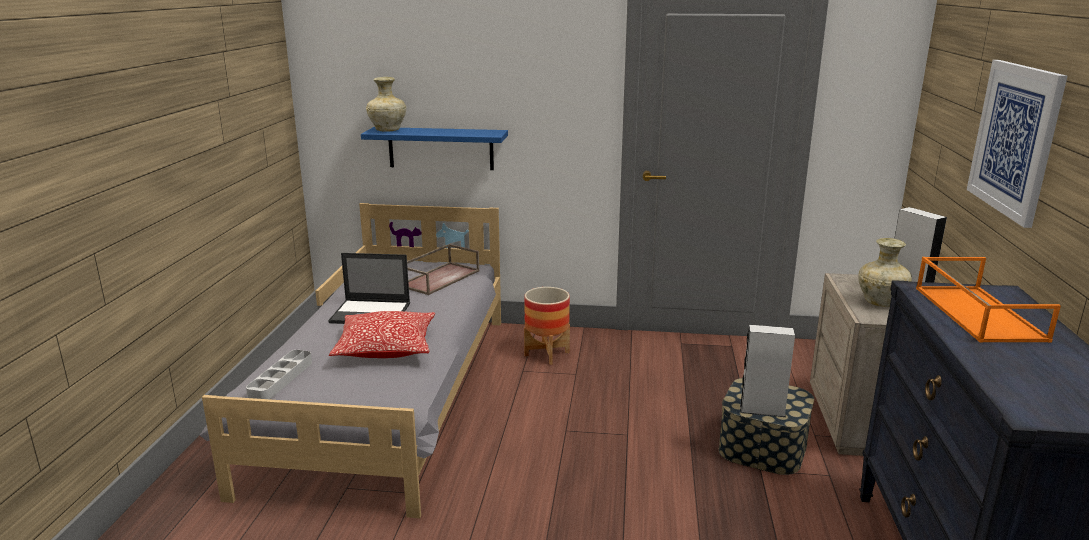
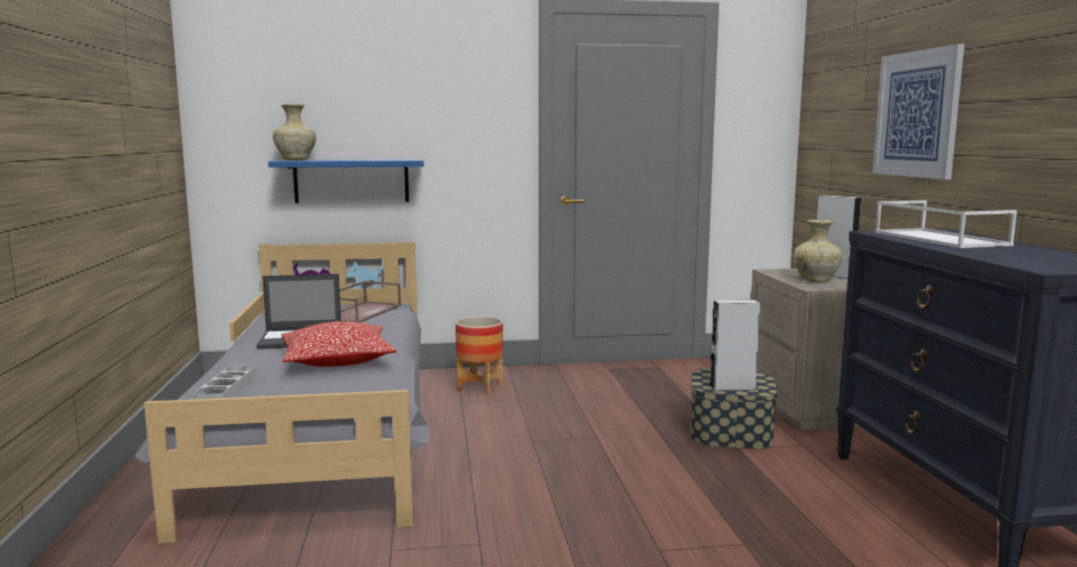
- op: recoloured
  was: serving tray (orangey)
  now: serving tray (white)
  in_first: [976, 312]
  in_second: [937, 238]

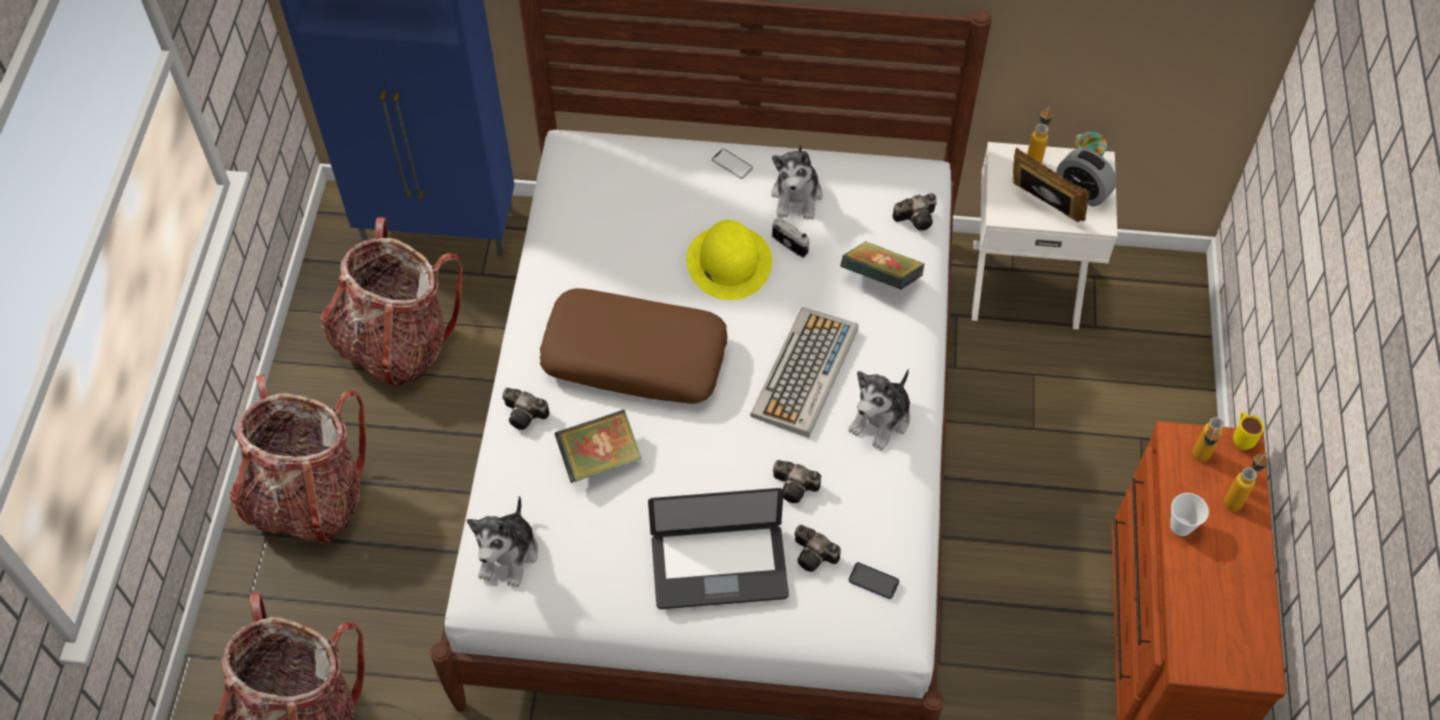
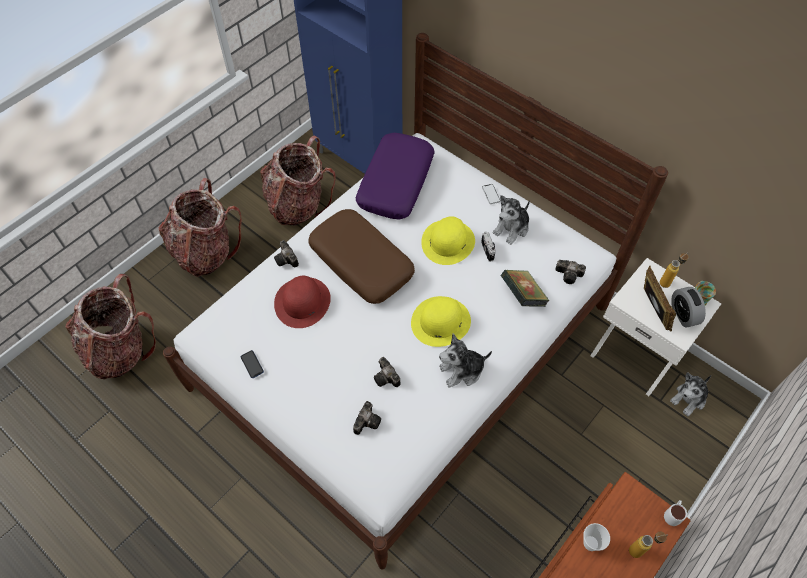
- op: moved
  was: handset
  in_first: [873, 581]
  in_second: [252, 364]
- op: replaced
  was: book
  now: hat (red-coloured)
  in_first: [600, 458]
  in_second: [302, 302]
- op: turned
  was: photo camera
  in_first: [815, 556]
  in_second: [367, 421]
  clockwise: -135
- op: added
  now: pillow (purplish)
  in_second: [395, 182]
- op: replaced
  was: PC keyboard
  now: hat (yellow)
  in_first: [805, 374]
  in_second: [440, 322]
- op: recoloured
  was: coffee mug (yellow)
  now: coffee mug (white)
  in_first: [1241, 438]
  in_second: [671, 515]
- op: moved
  was: cuddly toy
  in_first: [509, 554]
  in_second: [689, 398]
- op: removed
  was: portable computer
  in_first: [719, 568]
- op: removed
  was: bottle
  in_first: [1198, 460]

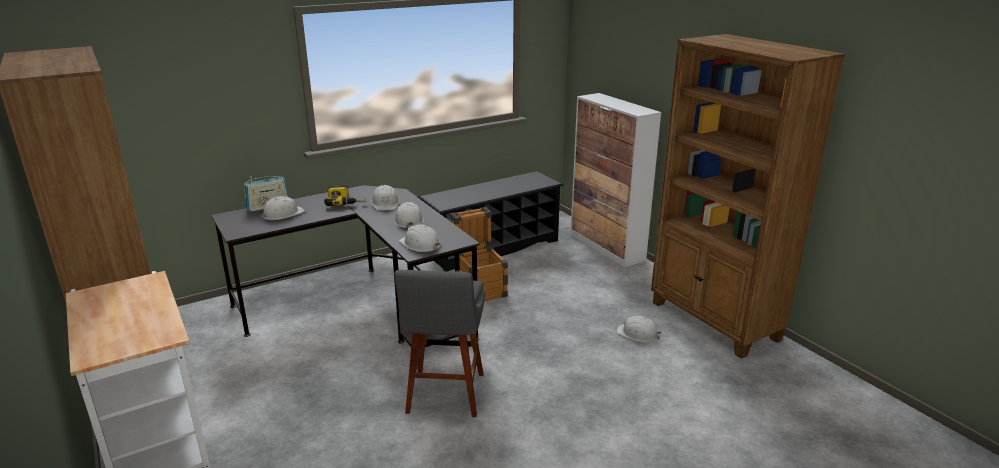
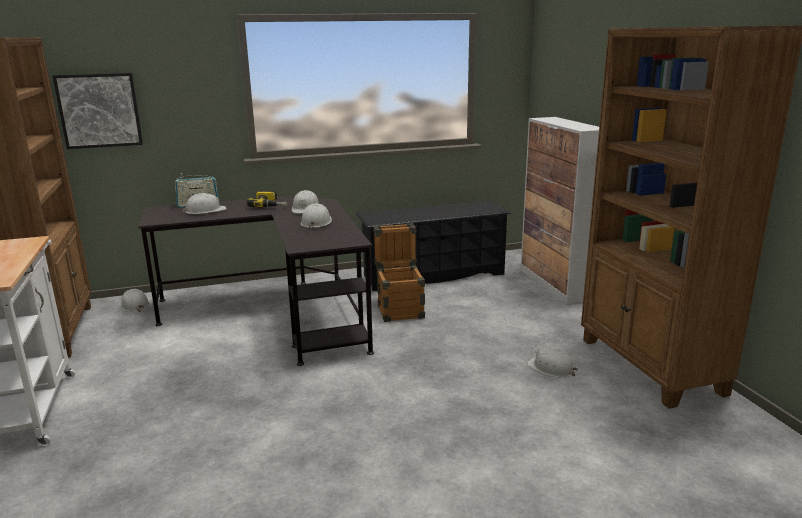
- op: added
  now: wall art
  in_second: [99, 110]
- op: moved
  was: work helmet (white)
  in_first: [420, 244]
  in_second: [134, 305]
- op: removed
  was: stool seat (greyish)
  in_first: [445, 396]

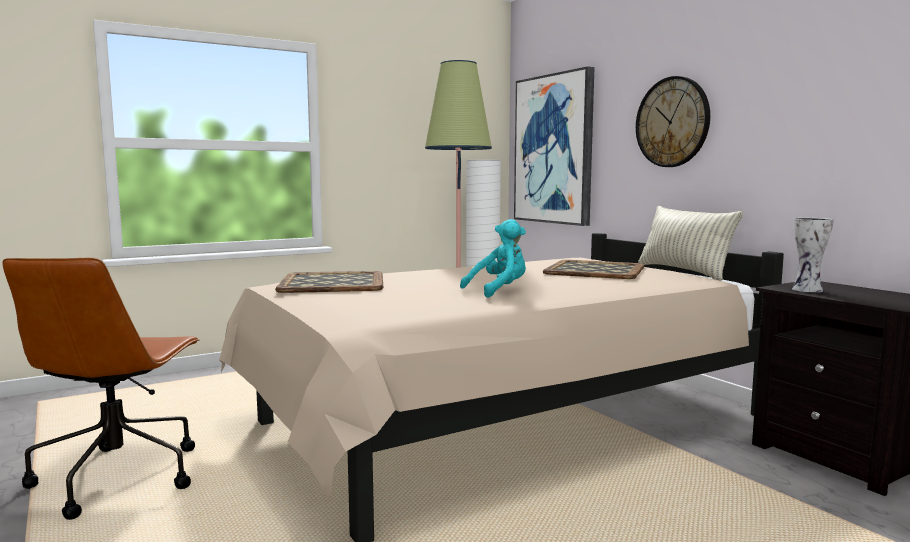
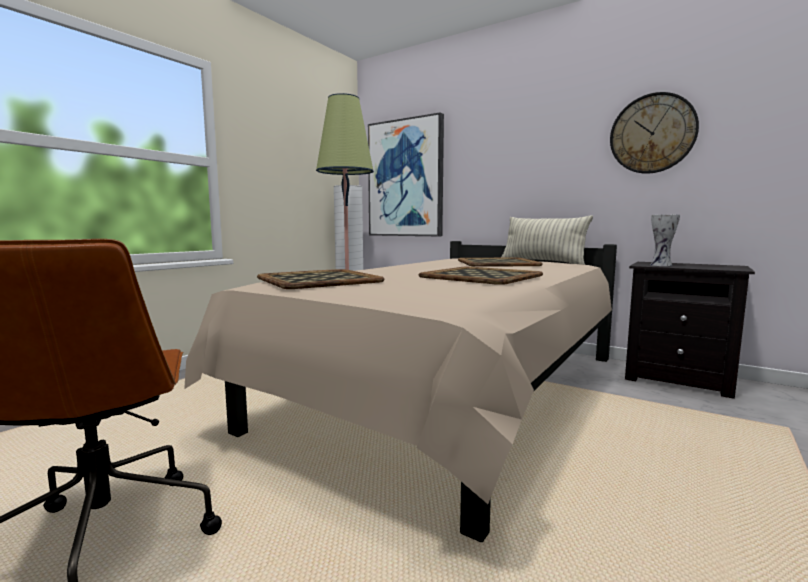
- op: replaced
  was: cuddly toy (blue-green)
  now: serving tray
  in_first: [499, 290]
  in_second: [482, 276]
- op: moved
  was: wall clock
  in_first: [672, 122]
  in_second: [652, 134]

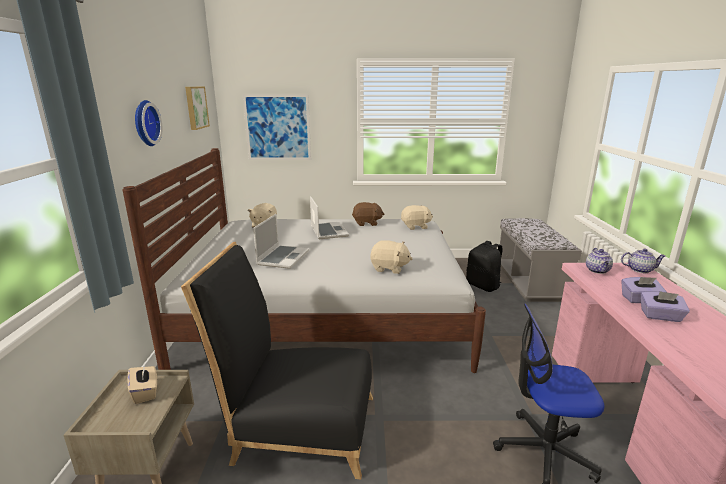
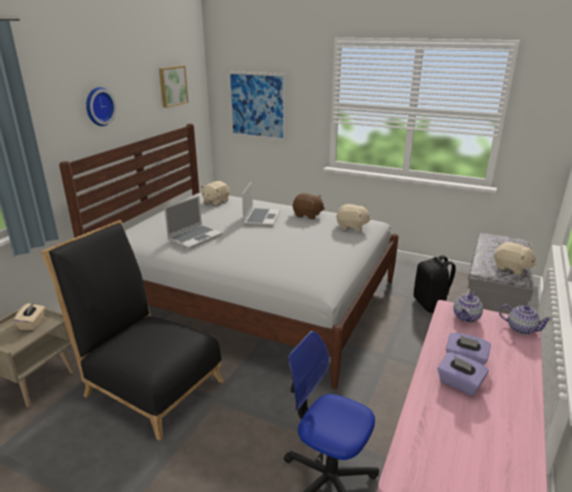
- op: moved
  was: cuddly toy (beige)
  in_first: [389, 268]
  in_second: [511, 268]

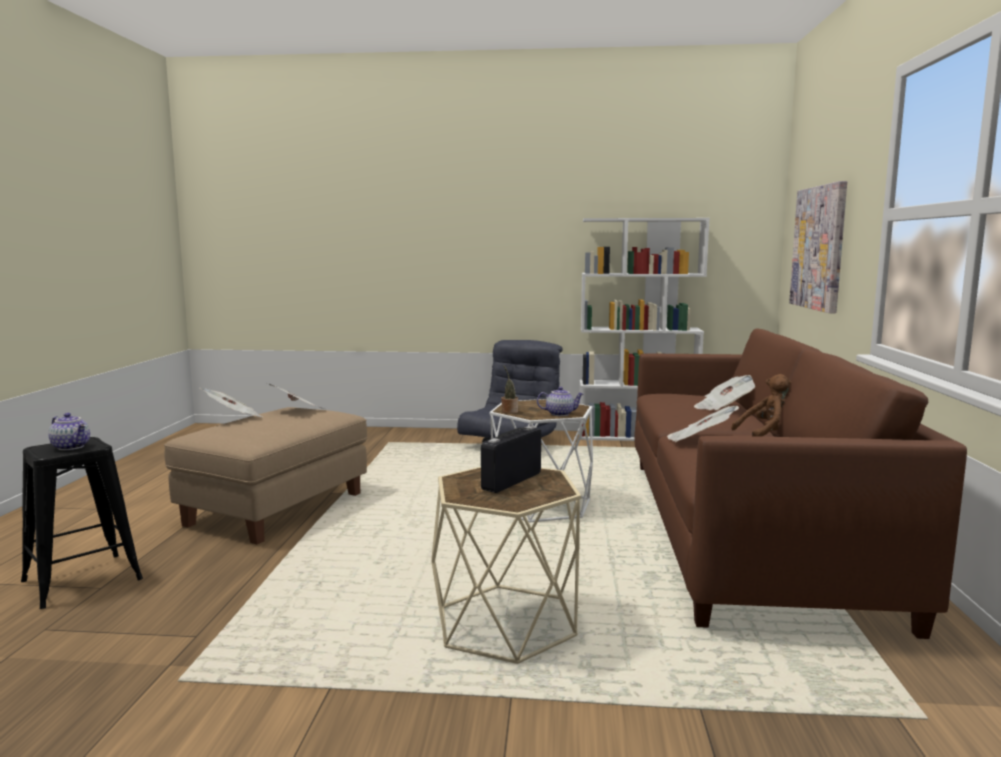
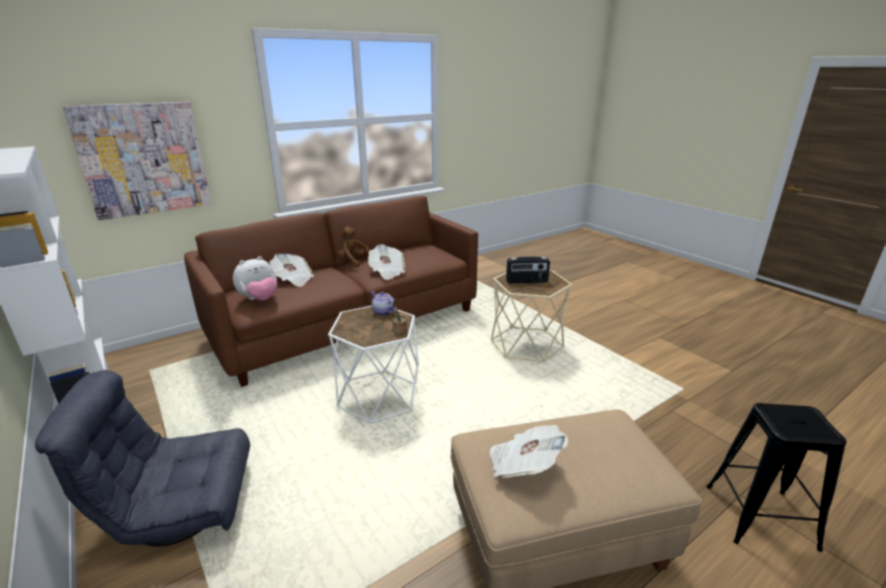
- op: added
  now: cuddly toy
  in_second: [259, 299]
- op: removed
  was: teapot
  in_first: [72, 447]
- op: removed
  was: printed paper
  in_first: [233, 418]

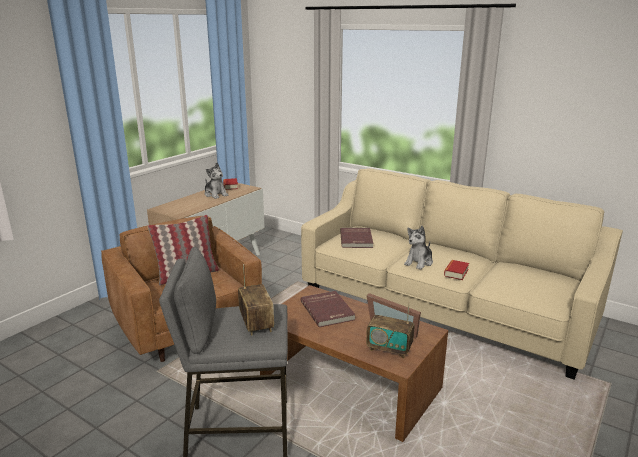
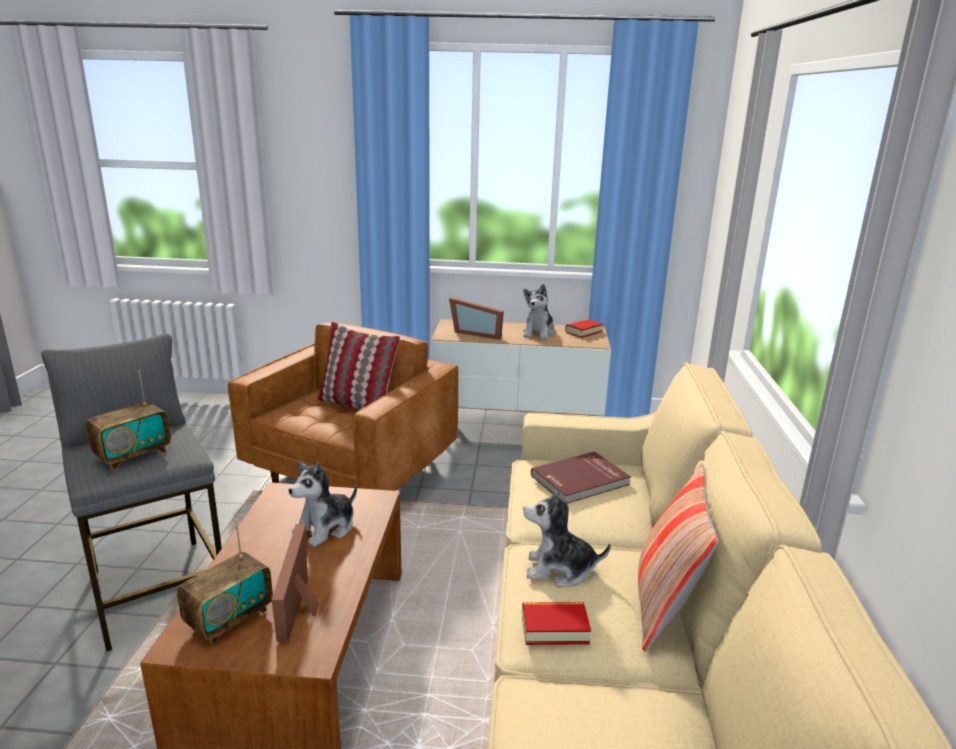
- op: turned
  was: radio receiver
  in_first: [389, 349]
  in_second: [229, 619]
  clockwise: -135
- op: replaced
  was: book (red-coloured)
  now: cuddly toy
  in_first: [328, 310]
  in_second: [326, 528]
- op: added
  now: photo frame
  in_second: [477, 333]
- op: added
  now: pillow
  in_second: [664, 605]

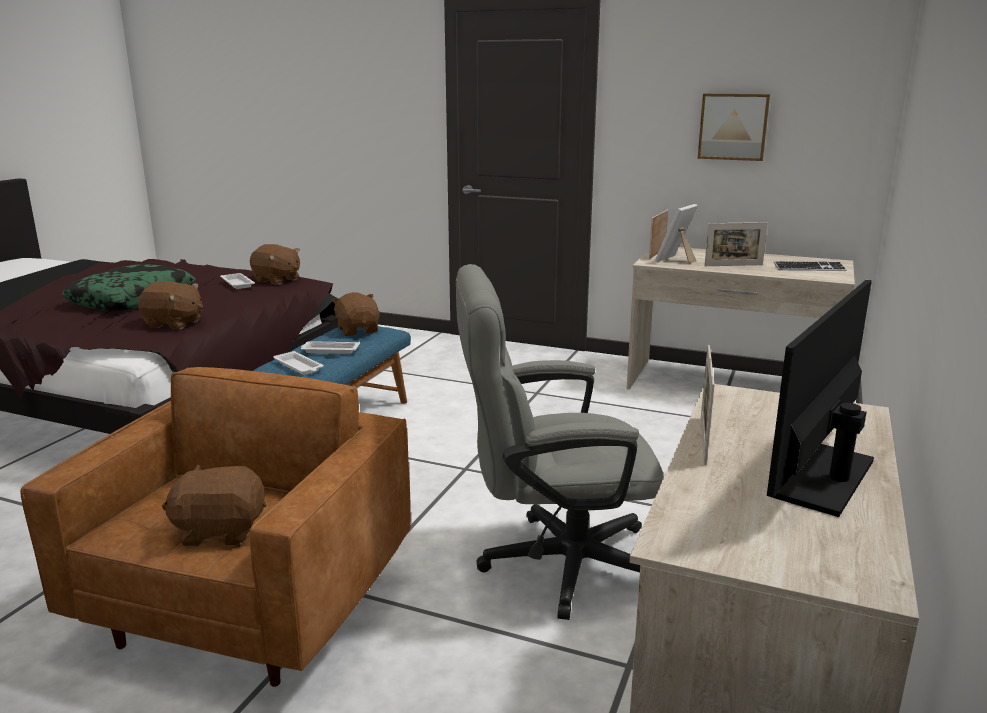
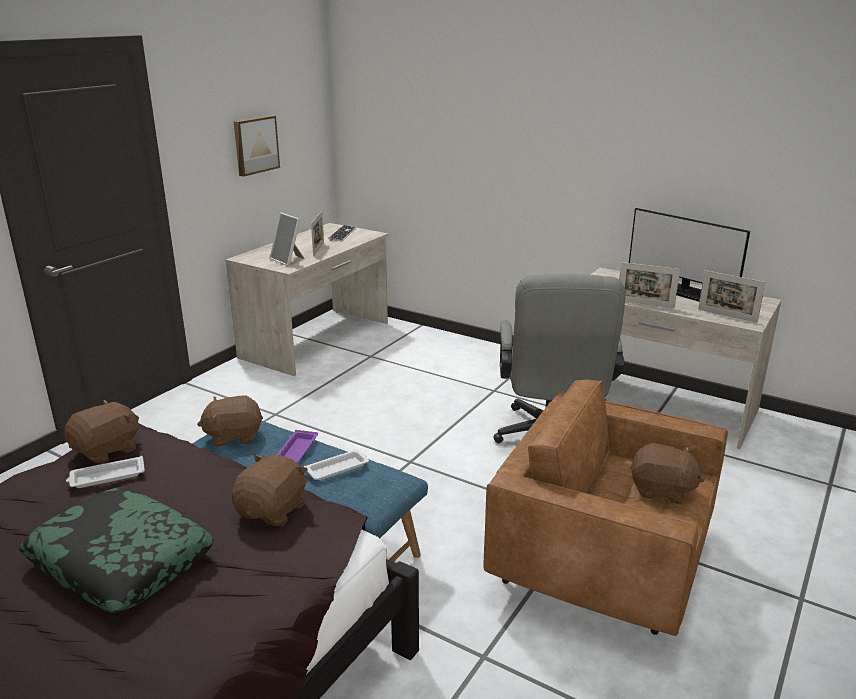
- op: recoloured
  was: serving tray (white)
  now: serving tray (purplish)
  in_first: [329, 350]
  in_second: [296, 452]
- op: turned
  was: cuddly toy (brownish)
  in_first: [220, 530]
  in_second: [662, 490]
  clockwise: -75
- op: moved
  was: photo frame
  in_first: [657, 253]
  in_second: [727, 315]

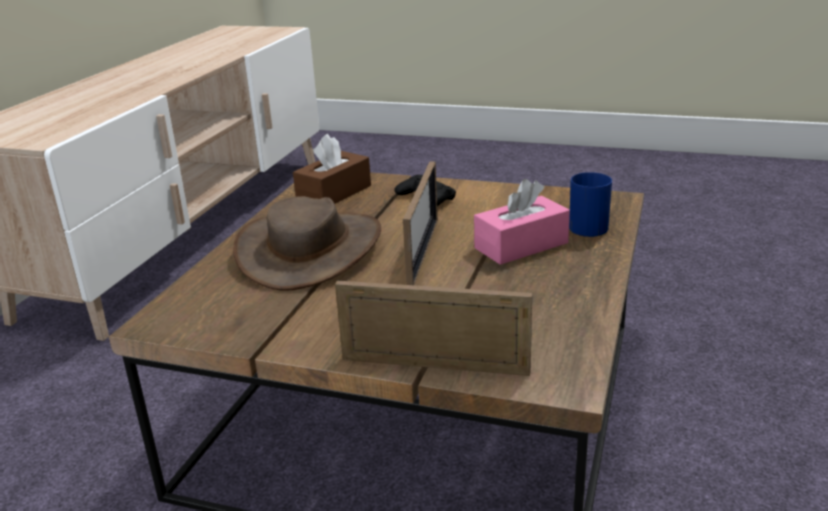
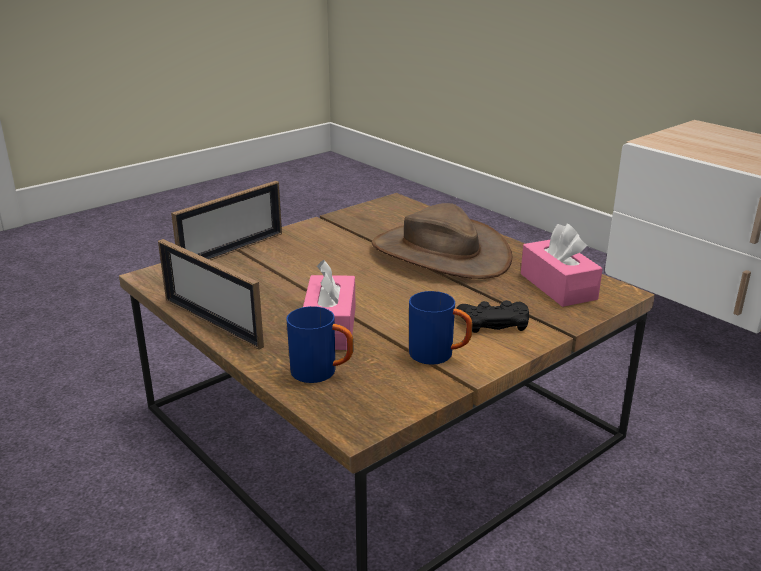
- op: moved
  was: photo frame
  in_first: [423, 251]
  in_second: [212, 322]
- op: added
  now: coffee mug (blue-coloured)
  in_second: [439, 355]
- op: recoloured
  was: tissue holder (brownish)
  now: tissue holder (pink)
  in_first: [334, 193]
  in_second: [558, 286]

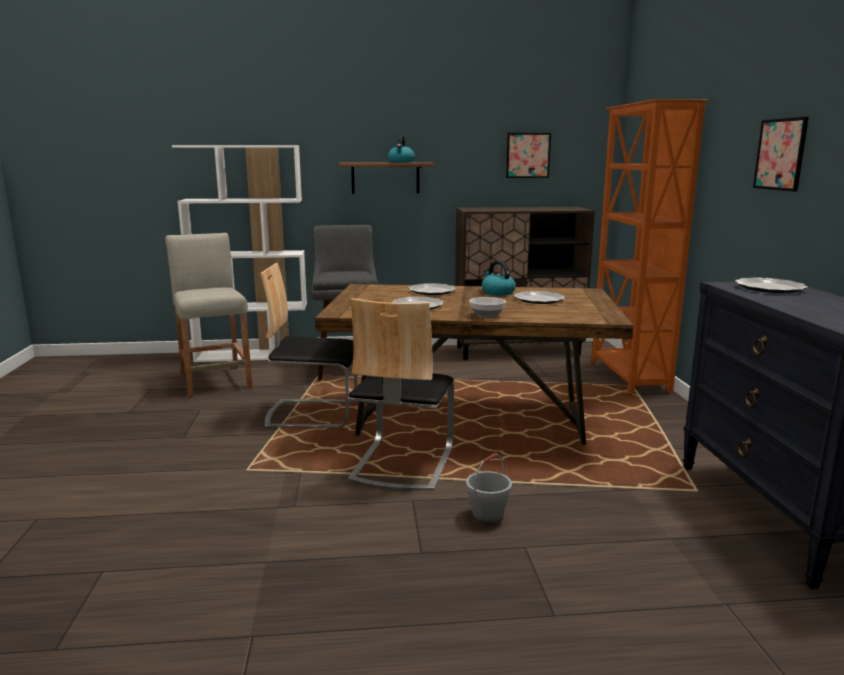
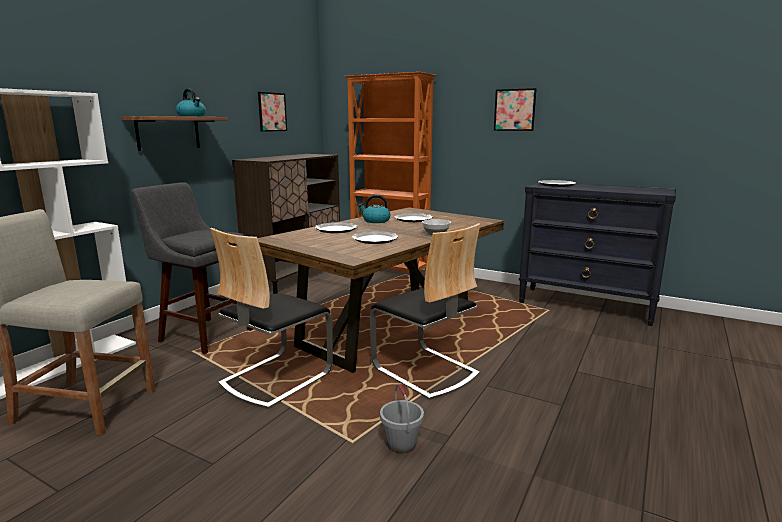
- op: moved
  was: bucket (greyish)
  in_first: [487, 516]
  in_second: [401, 444]

